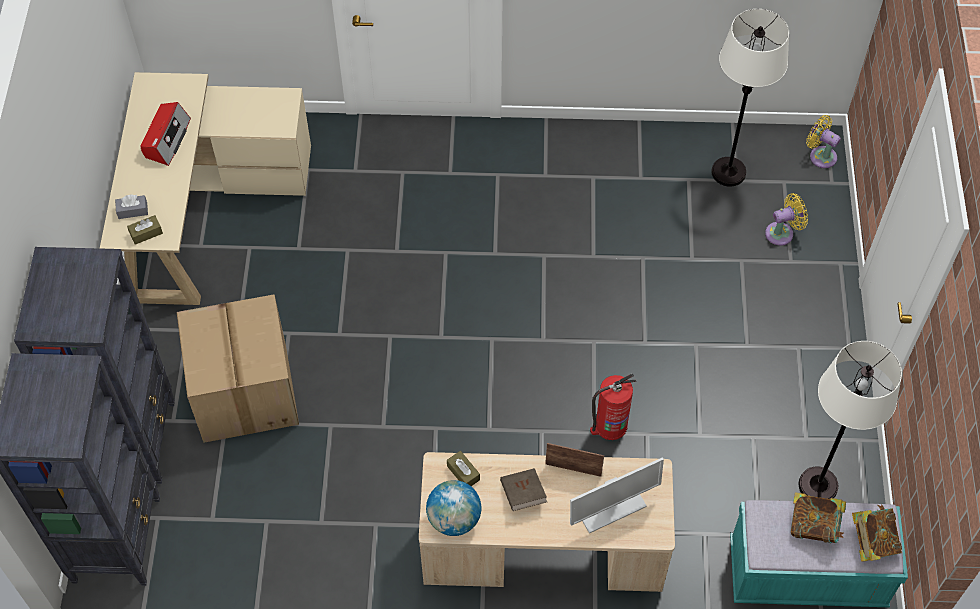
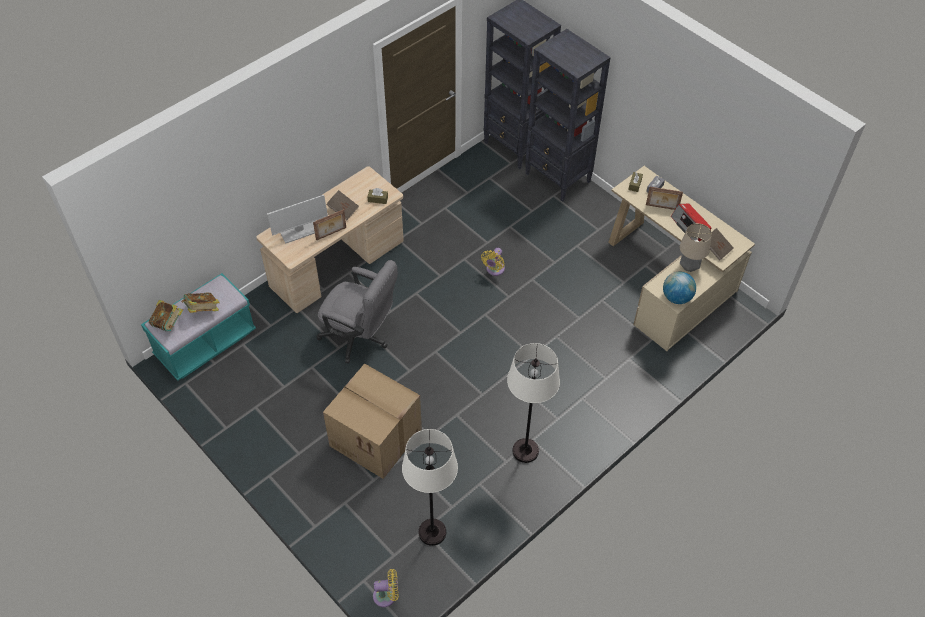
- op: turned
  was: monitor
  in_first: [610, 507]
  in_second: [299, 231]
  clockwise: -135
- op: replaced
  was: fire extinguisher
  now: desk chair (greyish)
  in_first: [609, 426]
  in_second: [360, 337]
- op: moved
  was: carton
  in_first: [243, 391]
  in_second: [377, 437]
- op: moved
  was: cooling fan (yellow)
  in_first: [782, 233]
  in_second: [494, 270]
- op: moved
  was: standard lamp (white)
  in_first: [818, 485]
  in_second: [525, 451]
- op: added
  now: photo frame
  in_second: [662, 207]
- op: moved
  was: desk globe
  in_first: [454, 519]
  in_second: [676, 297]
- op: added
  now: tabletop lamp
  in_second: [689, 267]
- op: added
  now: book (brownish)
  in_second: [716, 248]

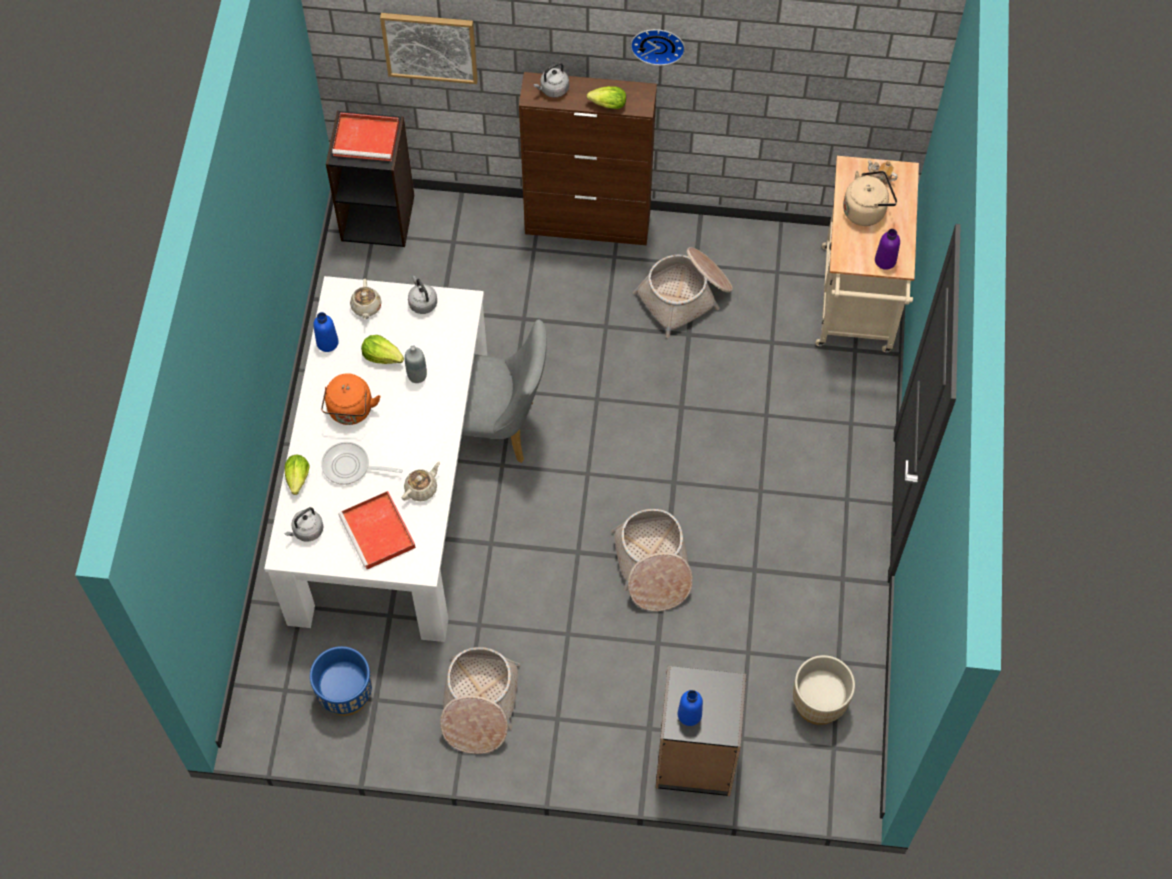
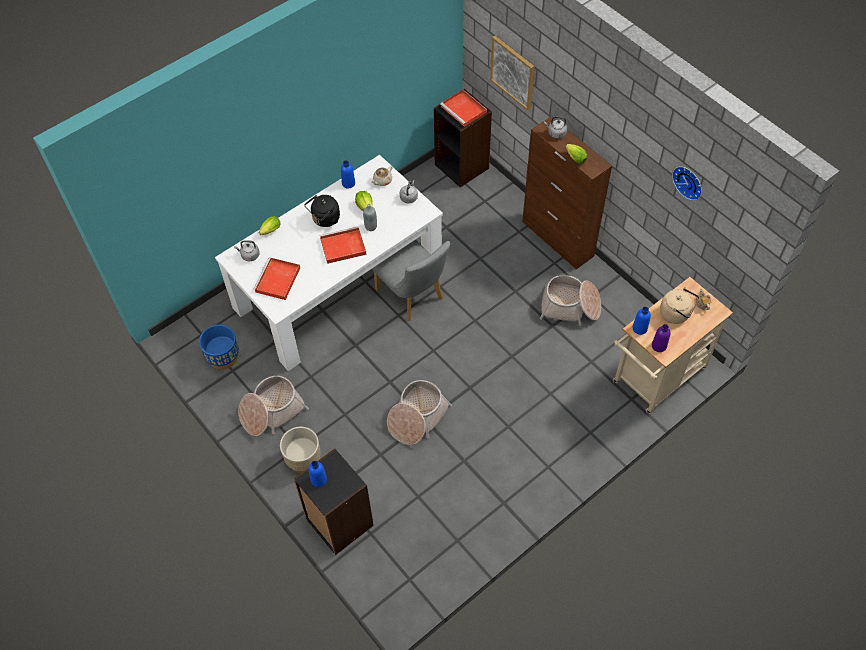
- op: moved
  was: planter (beige)
  in_first: [818, 703]
  in_second: [303, 459]
- op: recoloured
  was: kettle (orangey)
  now: kettle (blackish)
  in_first: [350, 411]
  in_second: [325, 220]
- op: added
  now: serving tray (red-coloured)
  in_second: [342, 247]
- op: added
  now: bottle (blue-coloured)
  in_second: [639, 328]
- op: moved
  was: wall clock
  in_first: [658, 43]
  in_second: [689, 181]
- op: removed
  was: pan
  in_first: [350, 467]
- op: removed
  was: teapot (beige)
  in_first: [422, 488]

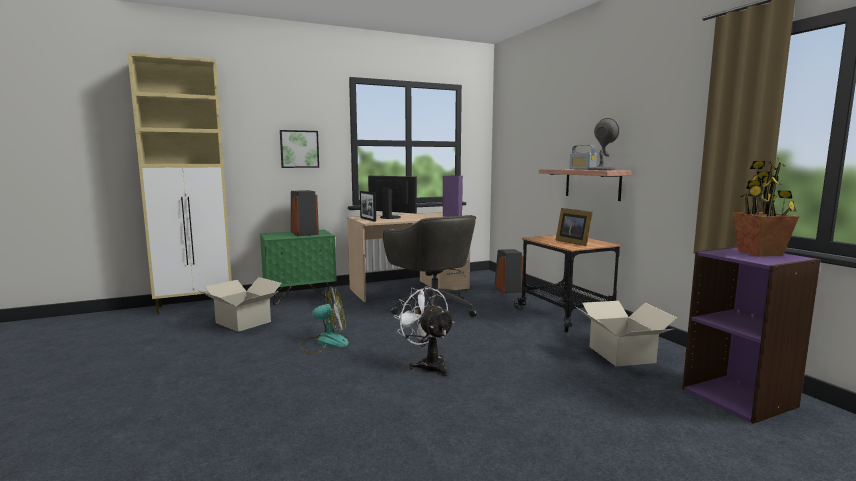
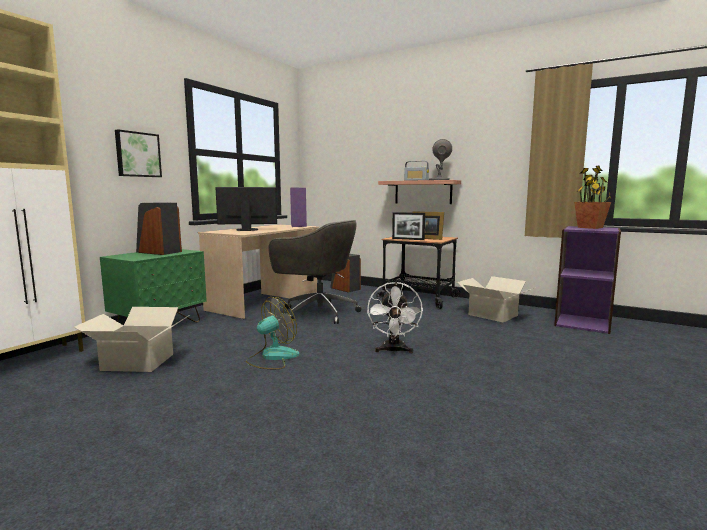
- op: turned
  was: cooling fan (white)
  in_first: [428, 364]
  in_second: [394, 351]
  clockwise: -105
- op: moved
  was: photo frame
  in_first: [368, 219]
  in_second: [408, 239]

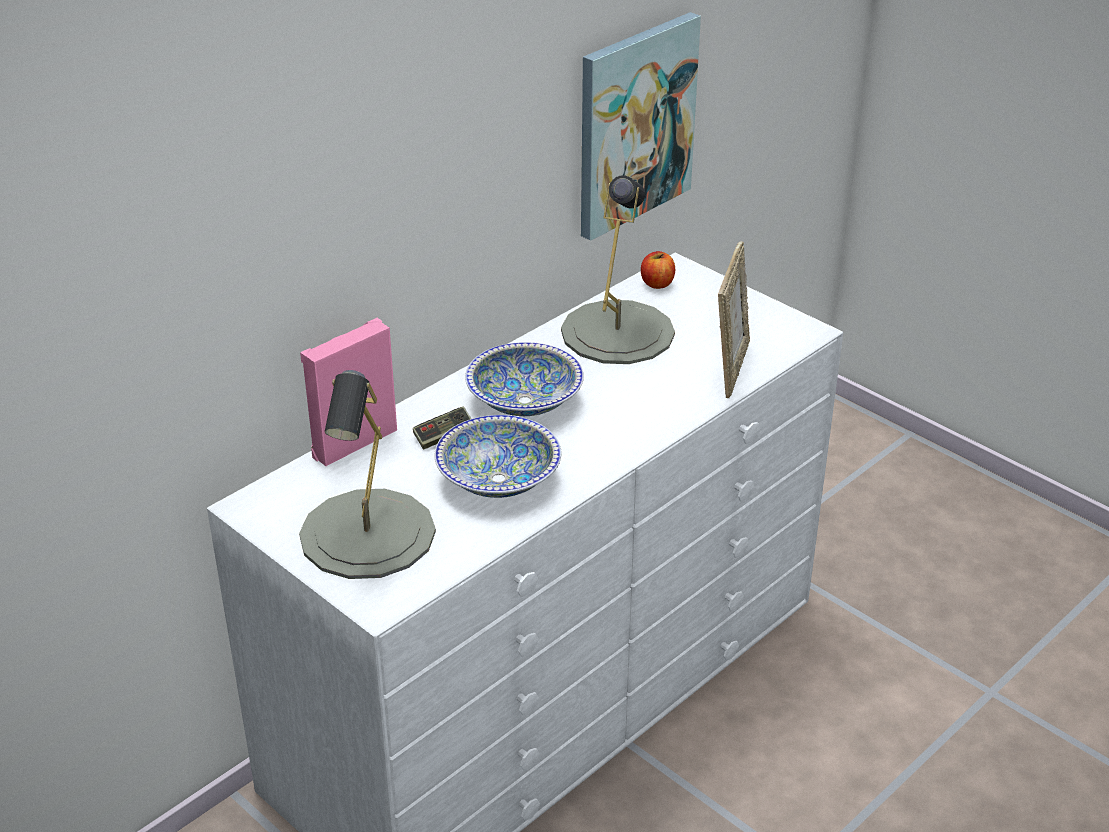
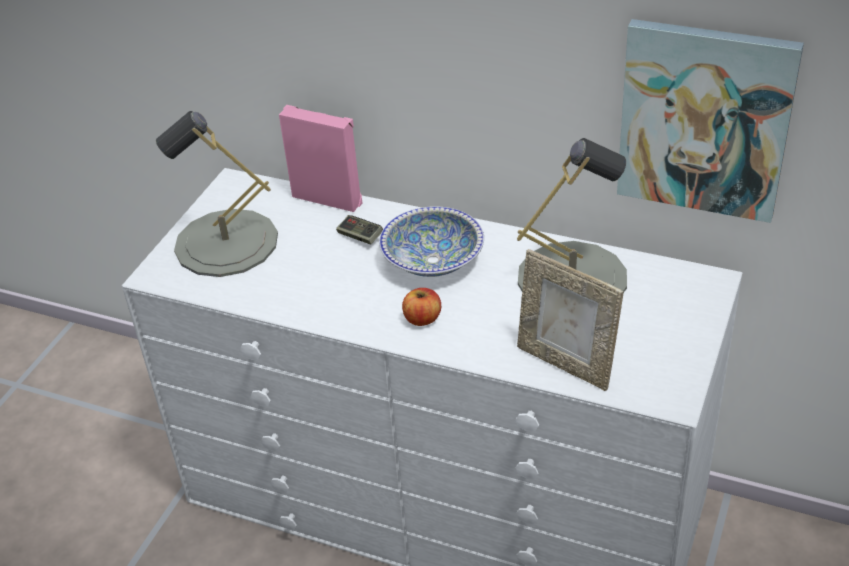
- op: moved
  was: apple fruit
  in_first: [657, 283]
  in_second: [422, 318]
- op: turned
  was: photo frame
  in_first: [730, 368]
  in_second: [566, 364]
  clockwise: 45
- op: removed
  was: bowl
  in_first: [499, 479]

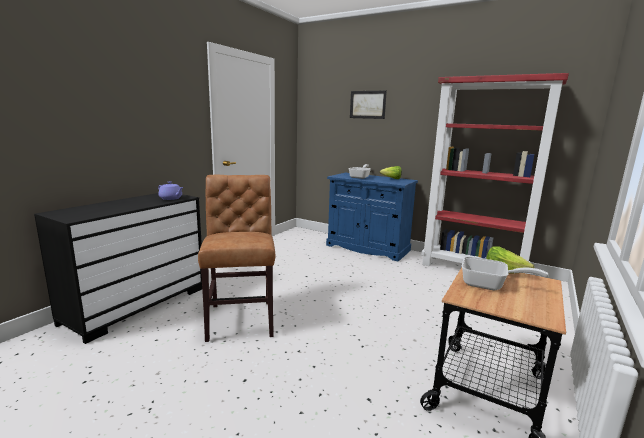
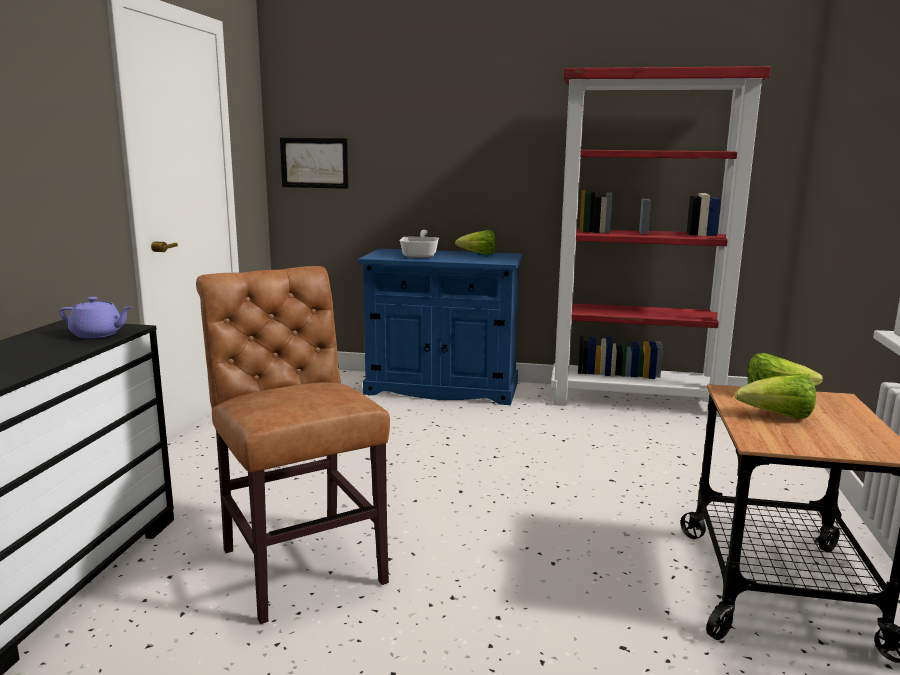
- op: moved
  was: wall art
  in_first: [367, 104]
  in_second: [314, 163]
- op: replaced
  was: pan
  now: head of lettuce
  in_first: [489, 285]
  in_second: [777, 417]

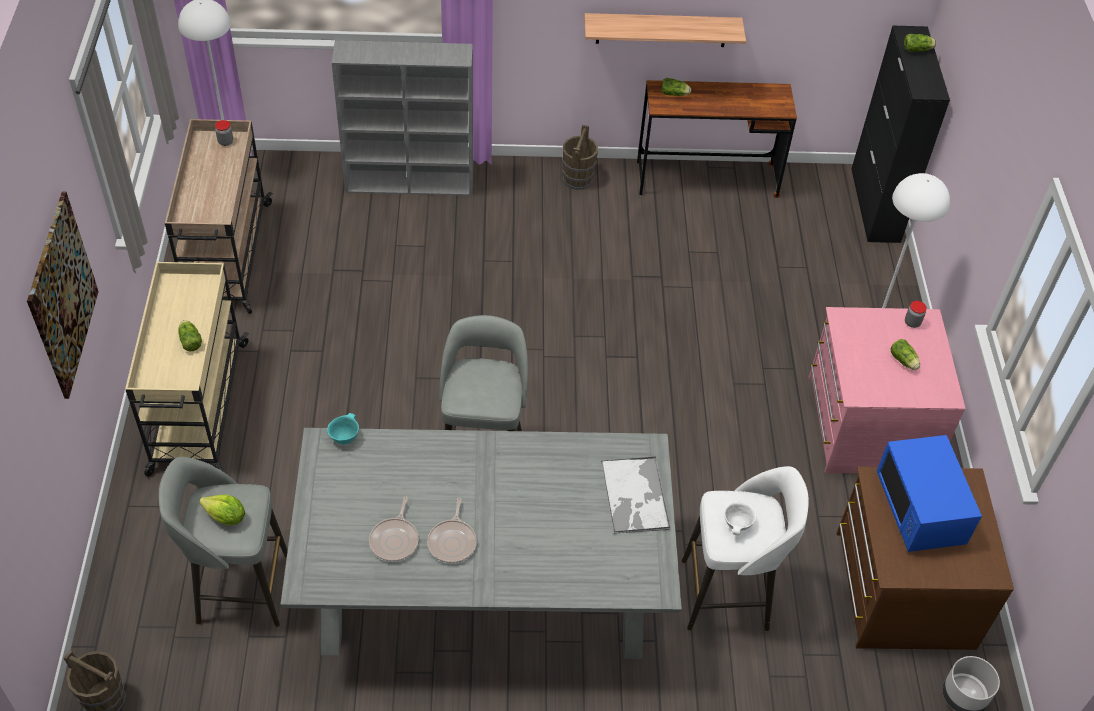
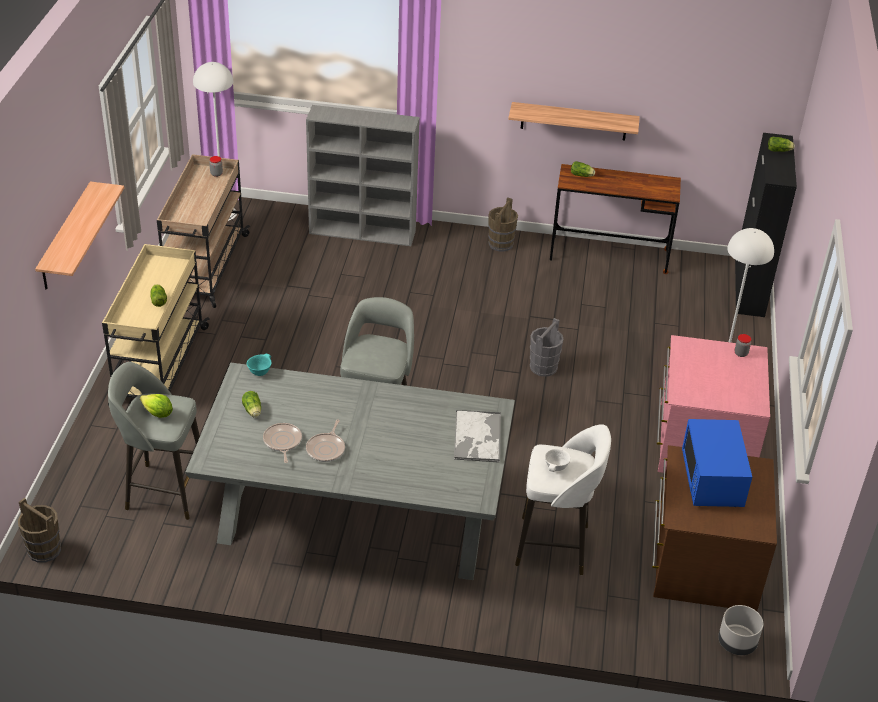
- op: replaced
  was: wall art
  now: shelf
  in_first: [62, 295]
  in_second: [66, 237]
- op: moved
  was: head of lettuce
  in_first: [904, 361]
  in_second: [253, 411]
- op: turned
  was: pan
  in_first: [395, 540]
  in_second: [282, 442]
  clockwise: 150
- op: added
  now: bucket (greyish)
  in_second: [543, 367]

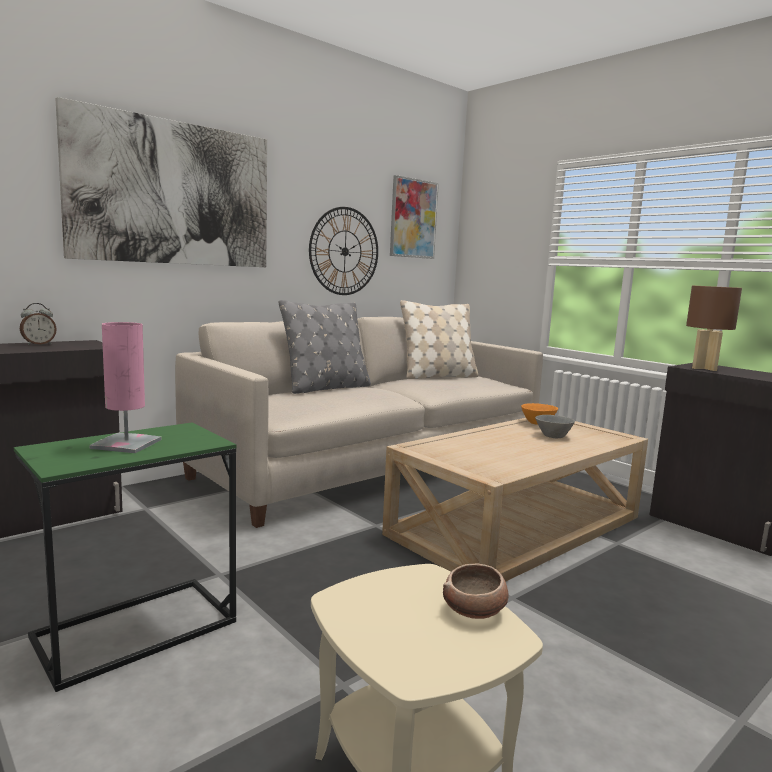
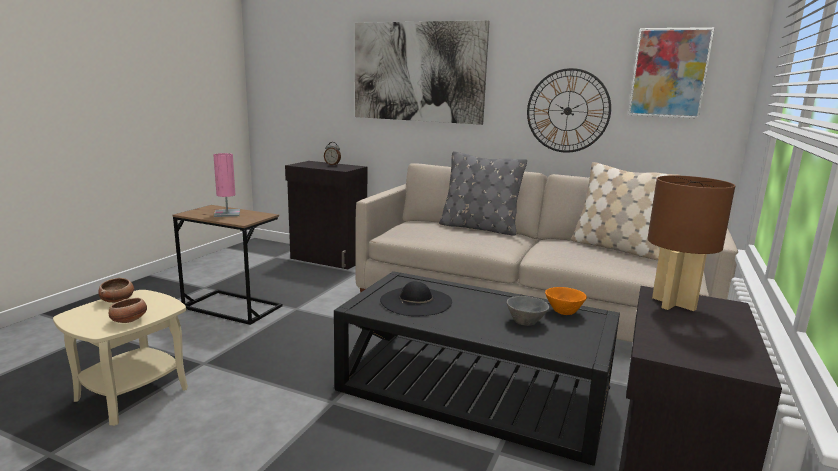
- op: added
  now: bowl
  in_second: [118, 300]
- op: recoloured
  was: accent table (green)
  now: accent table (brownish)
  in_first: [135, 630]
  in_second: [232, 307]
- op: recoloured
  was: coffee table (beige)
  now: coffee table (blackish)
  in_first: [516, 525]
  in_second: [474, 389]
- op: added
  now: hat (blackish)
  in_second: [416, 301]

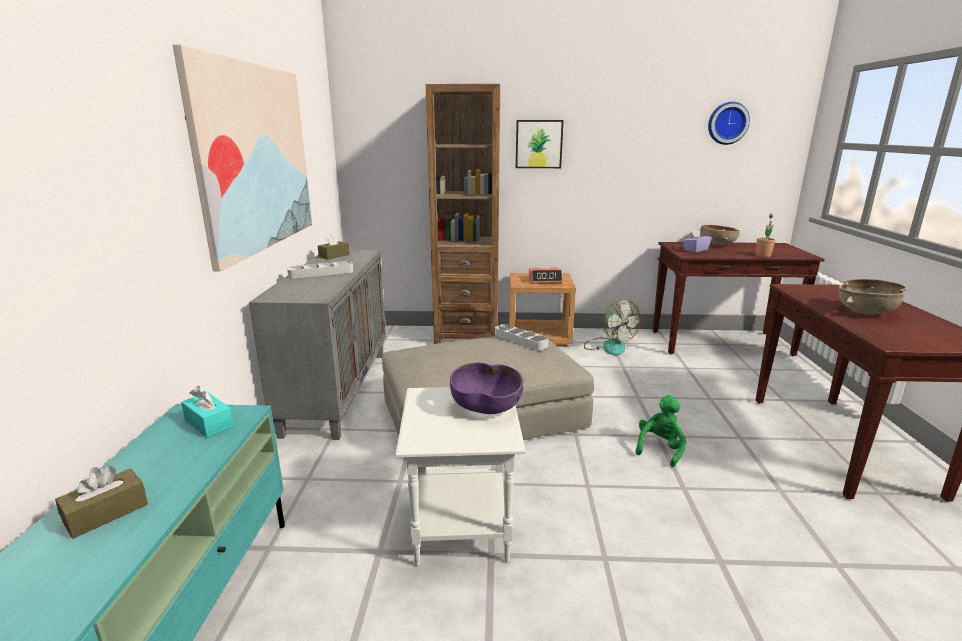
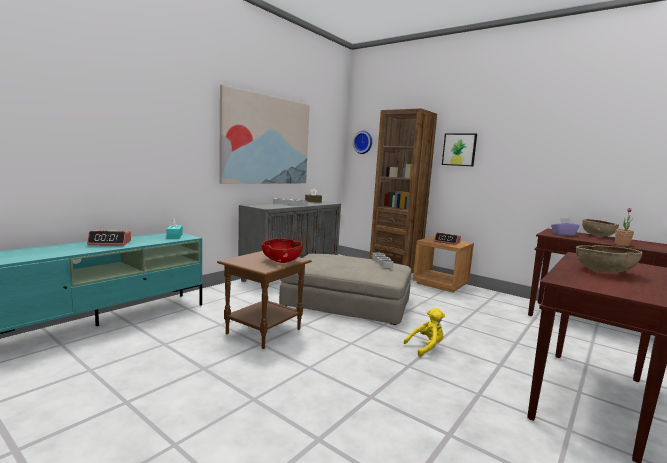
- op: replaced
  was: tissue holder (brownish)
  now: table clock
  in_first: [106, 513]
  in_second: [110, 243]
- op: recoloured
  was: accent table (white)
  now: accent table (brownish)
  in_first: [461, 526]
  in_second: [264, 331]
- op: recoloured
  was: bowl (purplish)
  now: bowl (red-coloured)
  in_first: [486, 407]
  in_second: [282, 261]
- op: moved
  was: wall clock
  in_first: [727, 123]
  in_second: [363, 142]
- op: recoloured
  was: cuddly toy (green)
  now: cuddly toy (yellow)
  in_first: [660, 449]
  in_second: [426, 347]
- op: removed
  was: cooling fan
  in_first: [609, 346]

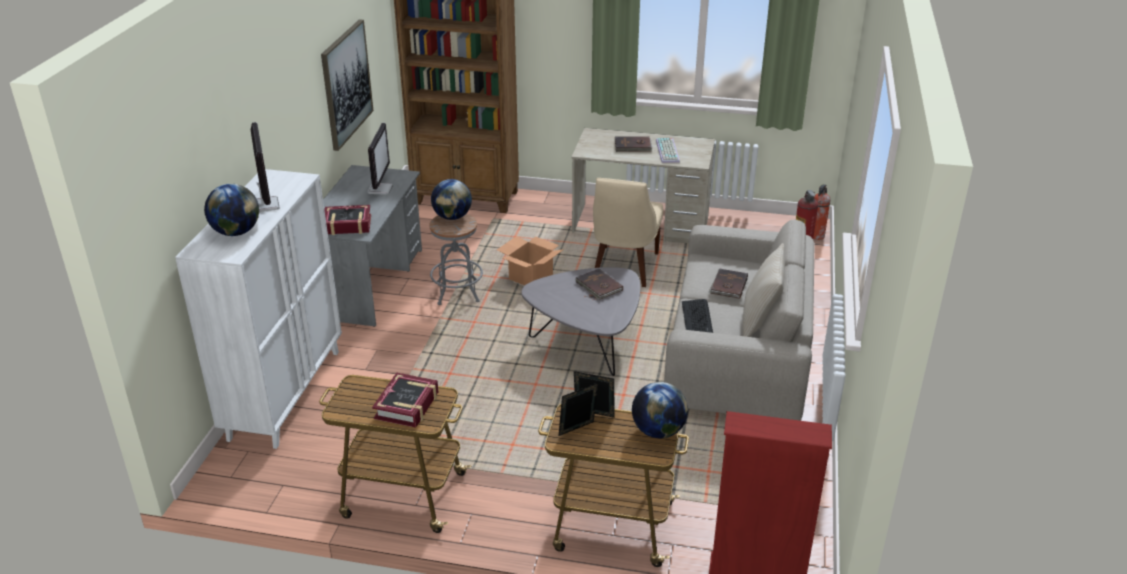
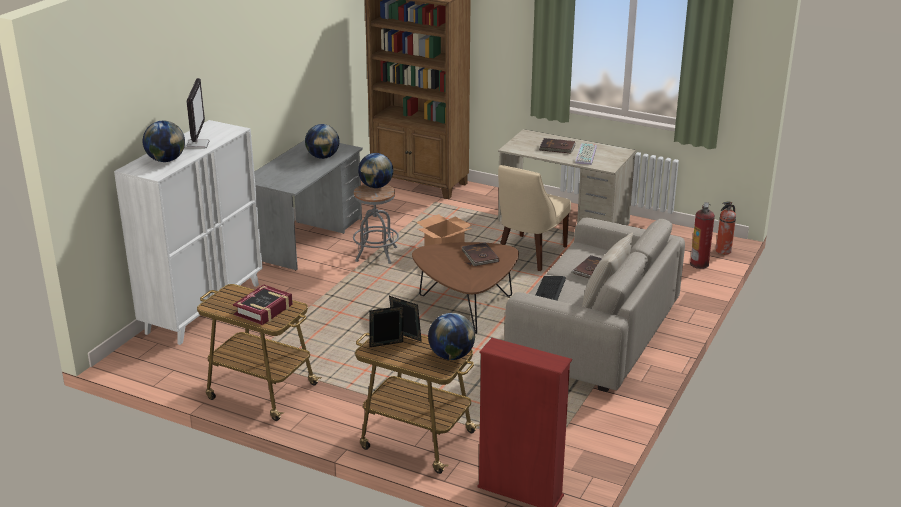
- op: replaced
  was: monitor
  now: desk globe
  in_first: [380, 189]
  in_second: [323, 157]
- op: recoloured
  was: coffee table (greyish)
  now: coffee table (brownish)
  in_first: [587, 344]
  in_second: [466, 307]
- op: removed
  was: wall art
  in_first: [346, 84]
- op: removed
  was: book
  in_first: [347, 225]

